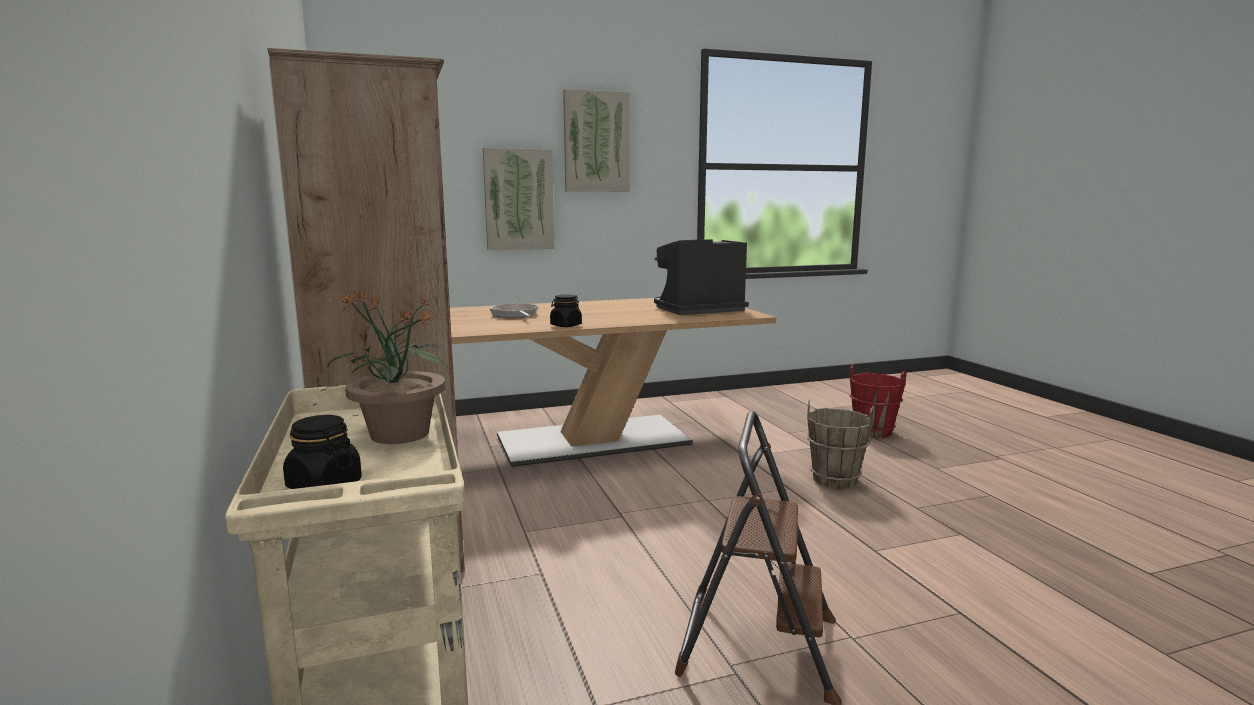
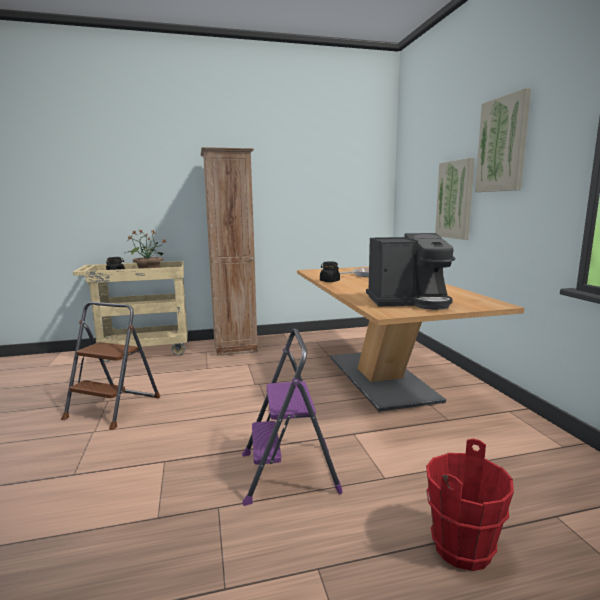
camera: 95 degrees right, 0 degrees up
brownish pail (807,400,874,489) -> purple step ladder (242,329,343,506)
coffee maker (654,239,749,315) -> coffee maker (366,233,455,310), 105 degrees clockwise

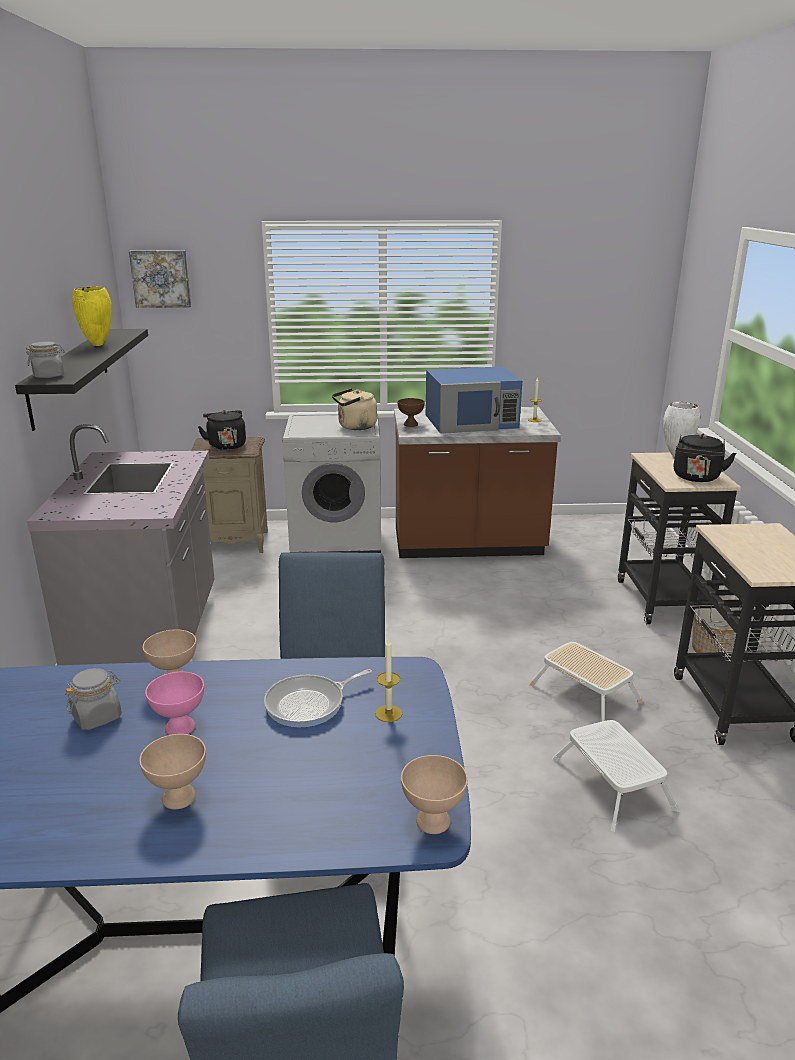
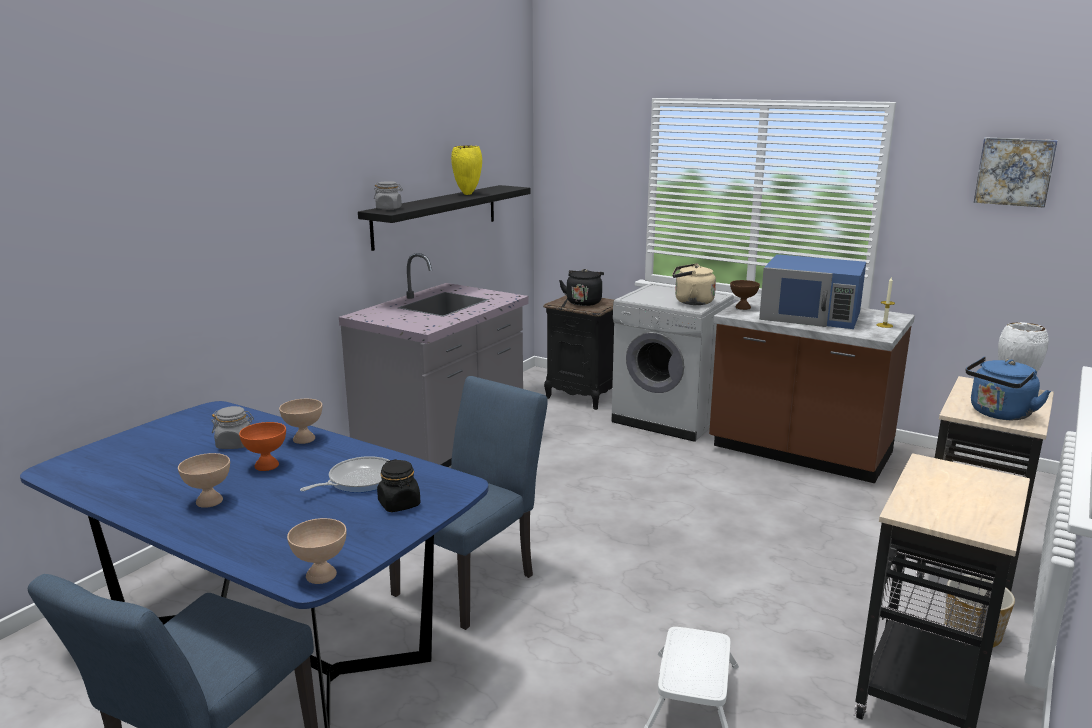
camera: 35 degrees right, 5 degrees down
beige-coloured step ladder (529,642,643,722) -> none
wall art (129,250,191,308) -> wall art (974,137,1058,208), shifted
wax candle (375,638,402,722) -> blackish jar (377,459,420,512)
pinkish bowl (145,671,204,735) -> orange bowl (239,422,286,471)
beige-coloured nightstand (191,437,268,553) -> blackish nightstand (543,295,614,410)
blackish kettle (674,434,737,482) -> bluish kettle (966,357,1051,420)
pan (264,669,372,728) -> pan (300,456,390,493), 135 degrees clockwise

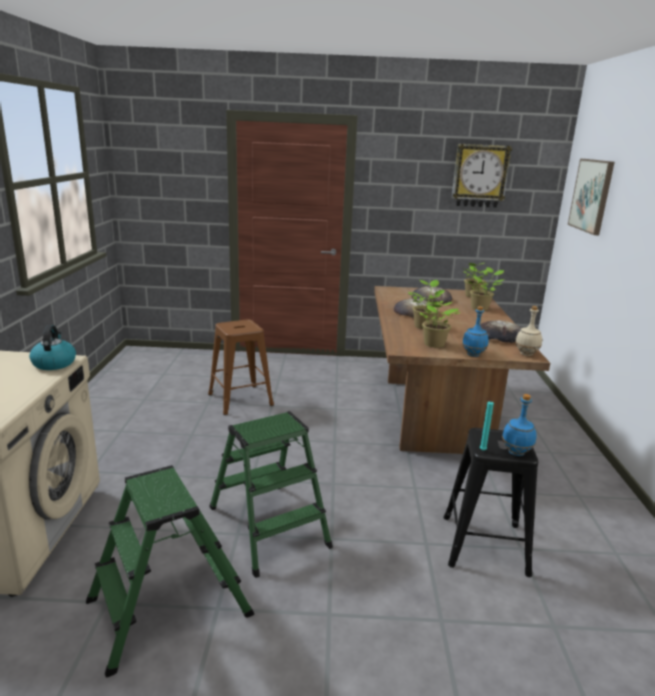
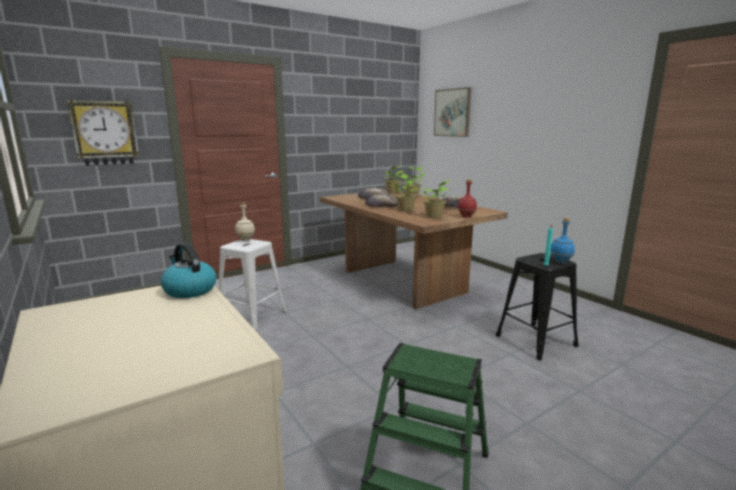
camera: 35 degrees left, 5 degrees down
green step ladder (209,411,333,578) -> none
clock on the wall (452,144,512,208) -> clock on the wall (67,100,139,166), shifted
beige-coloured drink bottle (515,306,542,356) -> beige-coloured drink bottle (235,203,255,241), shifted
brownish stool (208,319,274,415) -> whitish stool (219,239,287,331)
bluish drink bottle (462,306,489,357) -> red drink bottle (458,180,477,218)

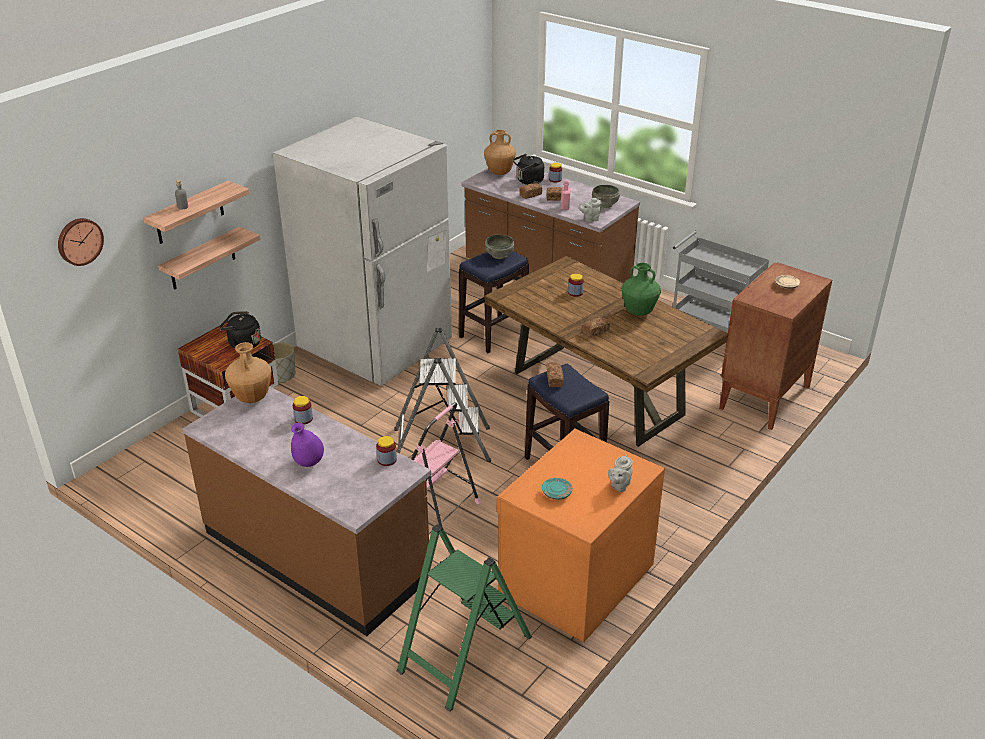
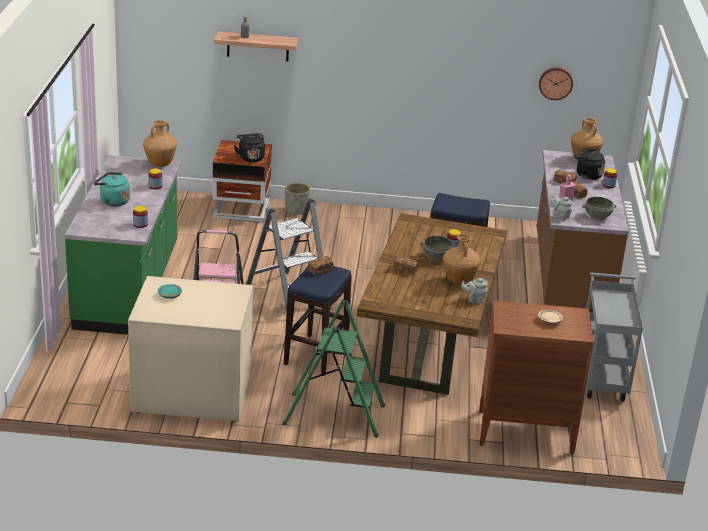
camera: 55 degrees right, 5 degrees down
wall shelf (158,227,260,290) -> none
whitish fridge (273,116,452,385) -> none
clock on the wall (58,218,104,266) -> clock on the wall (539,67,573,100), shifted
green step ladder (397,524,532,712) -> green step ladder (282,299,385,437), shifted
greyish bowl (485,234,514,259) -> greyish bowl (420,236,454,261), shifted
greyish tea pot (608,455,633,492) -> greyish tea pot (461,278,488,303), shifted
purple flower vase (291,423,324,467) -> blue-green kettle (94,172,130,207)
brownish kitchen base unit (183,386,431,636) -> green kitchen base unit (65,155,181,335)
orange laundry appliance (496,429,665,642) -> beige-coloured laundry appliance (128,276,253,422)
green flower vase (622,263,661,316) -> brownish flower vase (443,234,481,285)

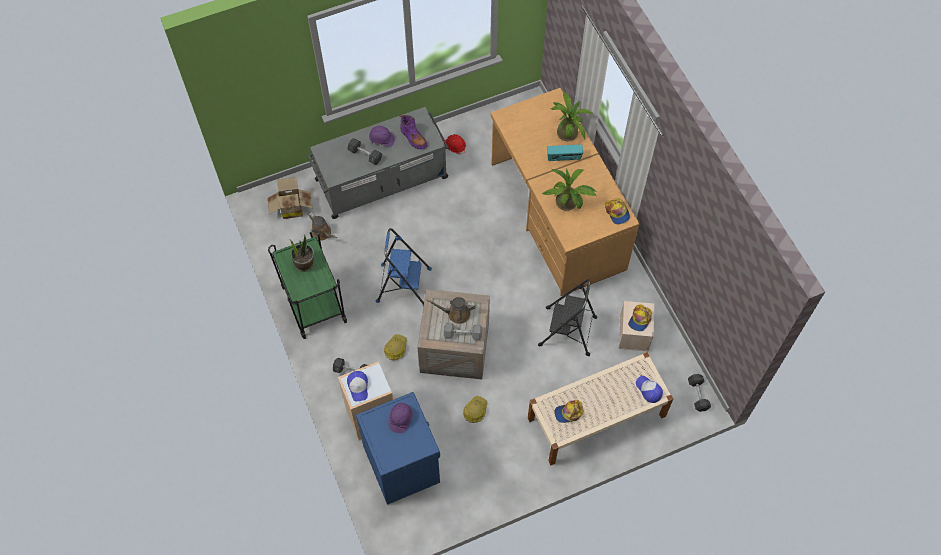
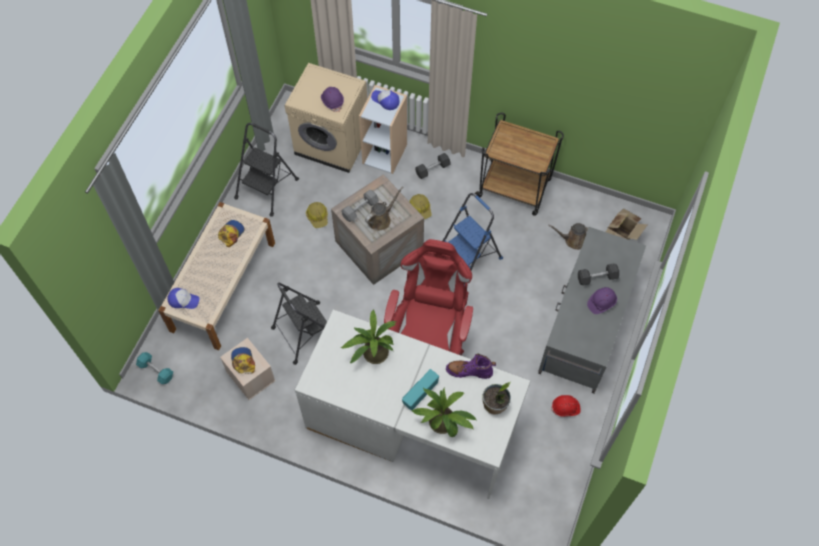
camera: 135 degrees right, 0 degrees up
baseball cap (605,198,630,224) -> none
none -> blackish step ladder (234,123,299,217)
none -> red office chair (384,239,473,355)
houseplant (289,234,314,272) -> houseplant (482,382,511,415), shifted
purple tall boot (400,114,427,150) -> purple tall boot (446,353,496,379), shifted
green cart (268,230,347,339) -> brownish cart (475,113,564,216)
bluish laundry appliance (356,392,440,505) -> beige-coloured laundry appliance (285,63,367,173)
brownish desk (490,88,639,296) -> whitish desk (295,309,531,499)
greyish hand weight (688,374,711,412) -> blue-green hand weight (136,352,173,384)

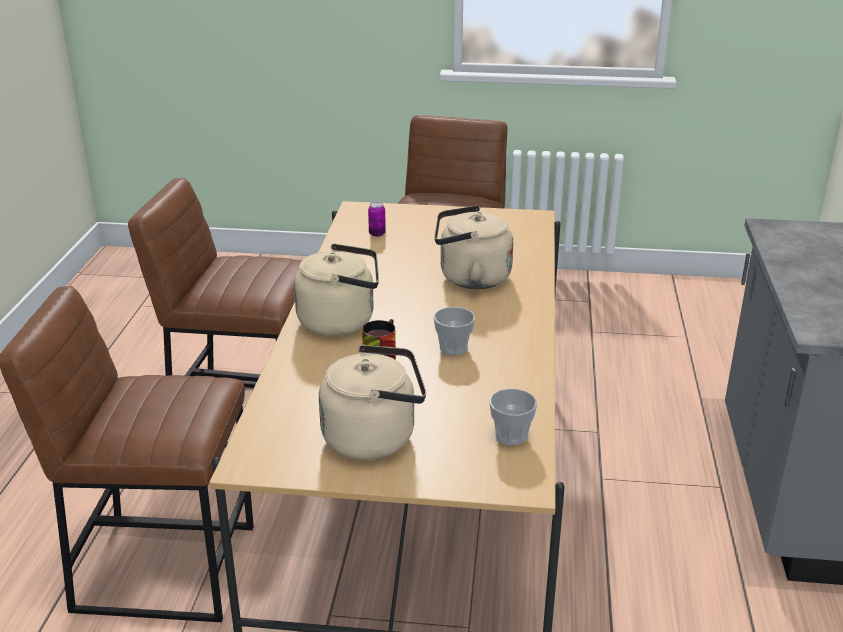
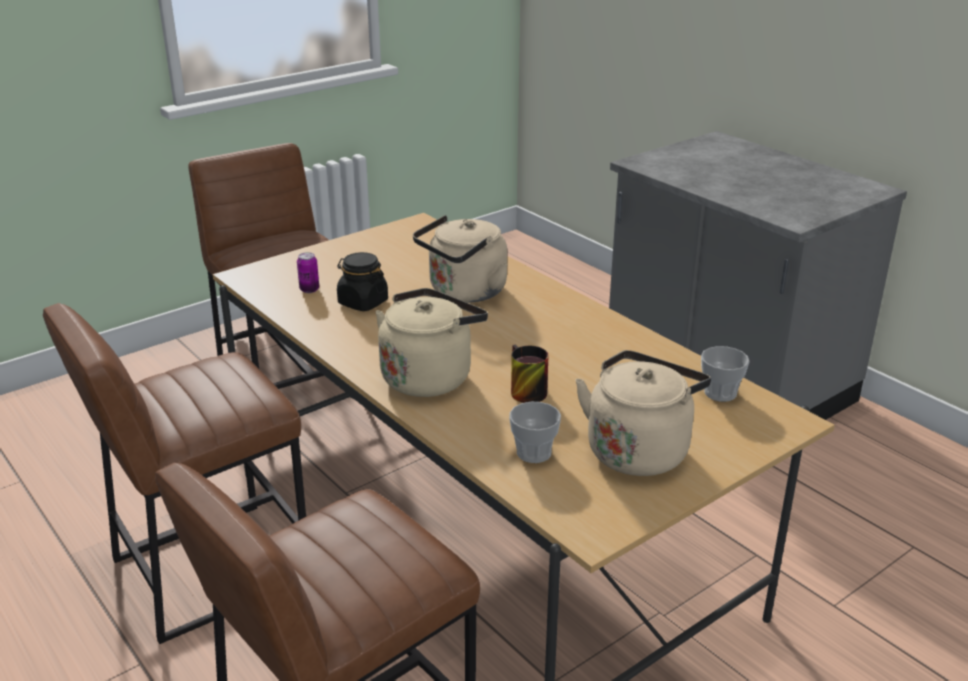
camera: 45 degrees left, 0 degrees up
none -> blackish jar (337,252,388,311)
cup (434,307,475,355) -> cup (509,402,561,463), shifted

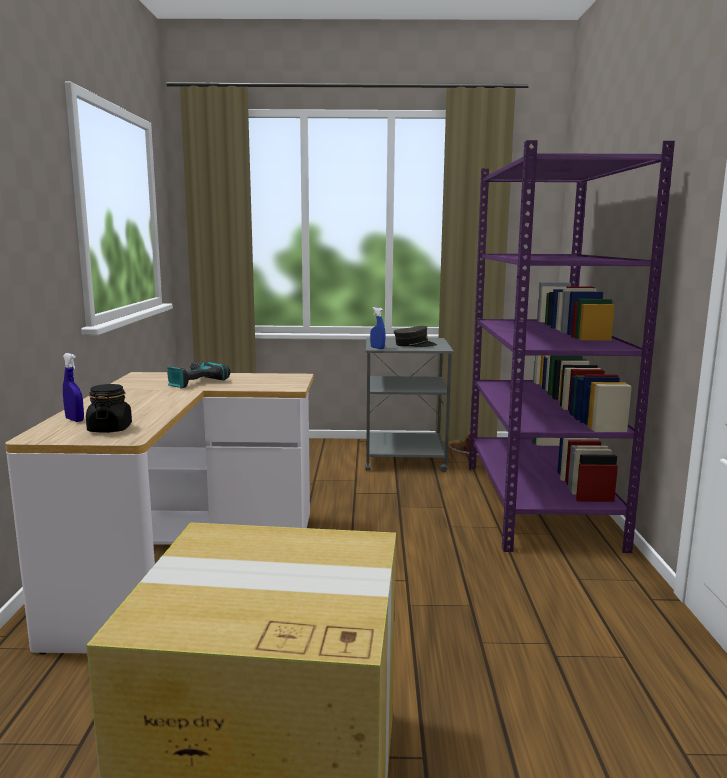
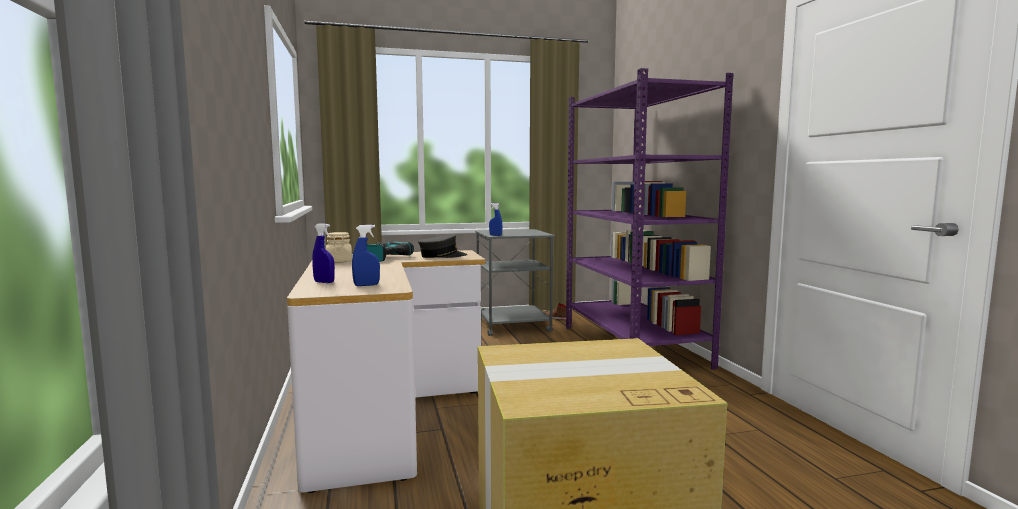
camera: 15 degrees left, 5 degrees down
none -> beige-coloured jar (326,232,352,263)
greyish baseball cap (394,326,437,347) -> greyish baseball cap (418,234,468,258), shifted
blackish jar (86,384,132,433) -> bluish spray bottle (352,225,380,286)

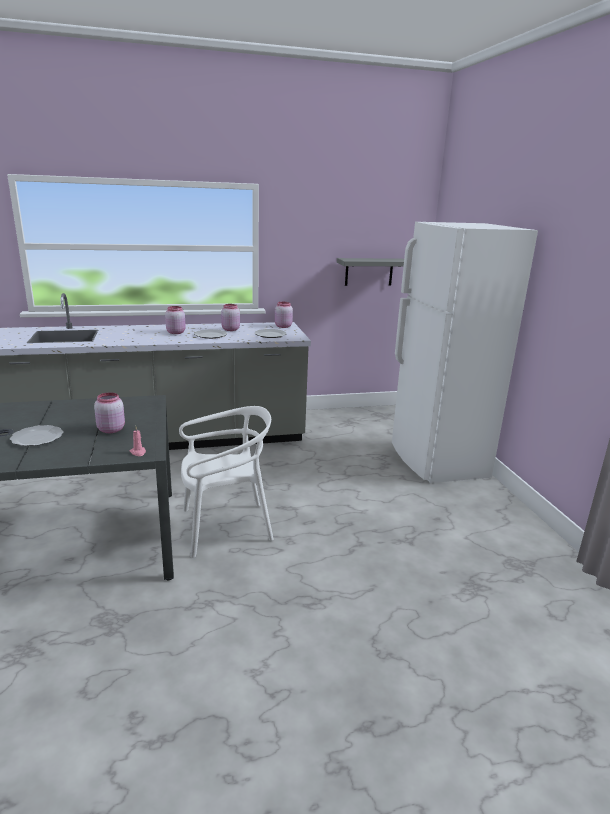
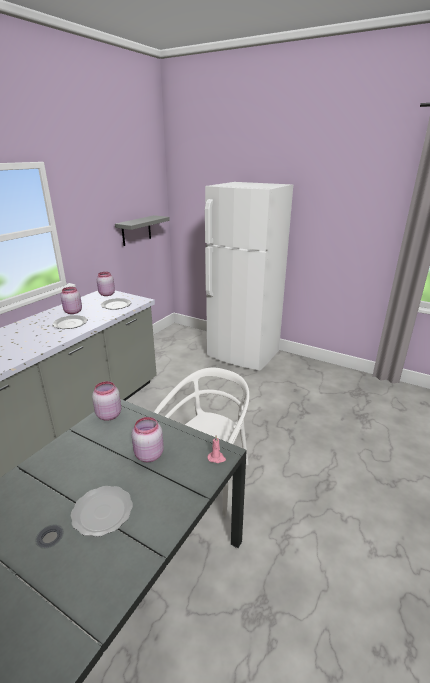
camera: 45 degrees left, 5 degrees up
pinkish jar (165,306,186,334) -> pinkish jar (92,381,121,421), shifted

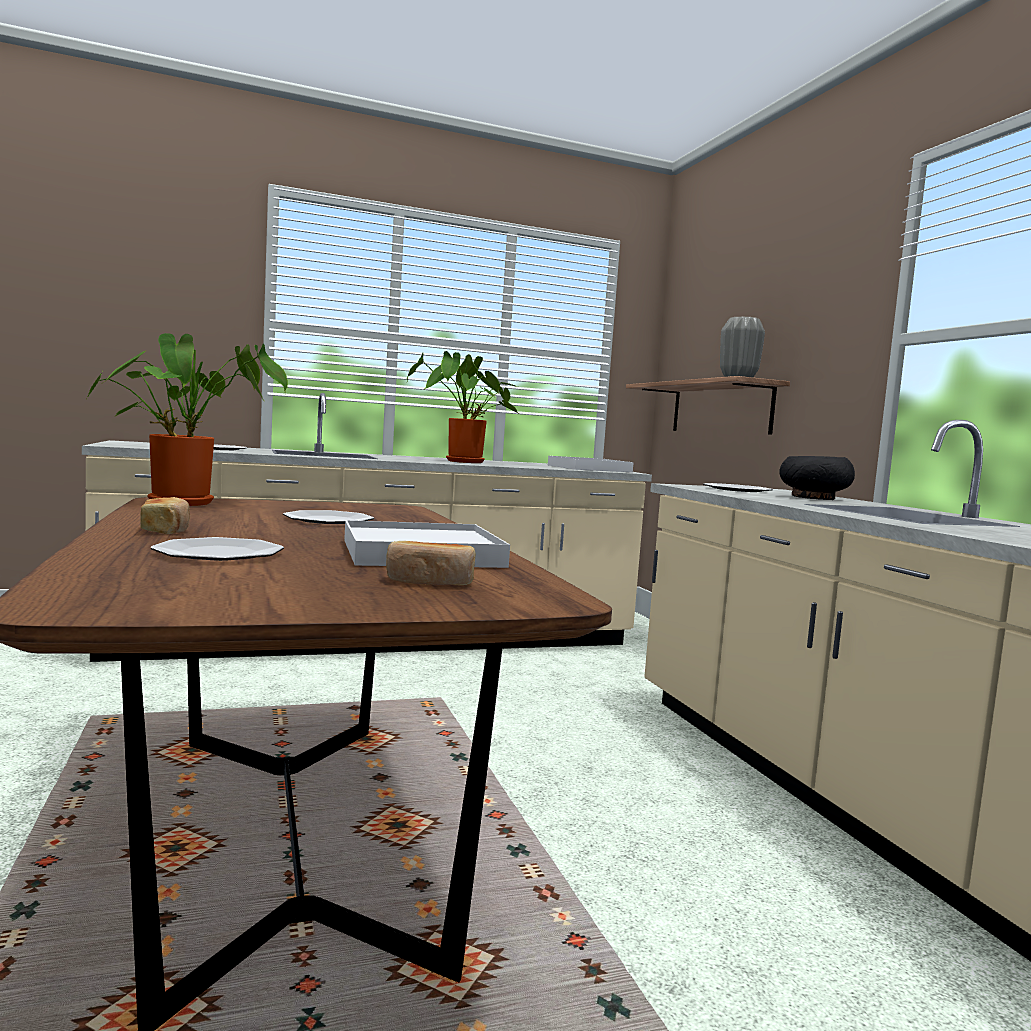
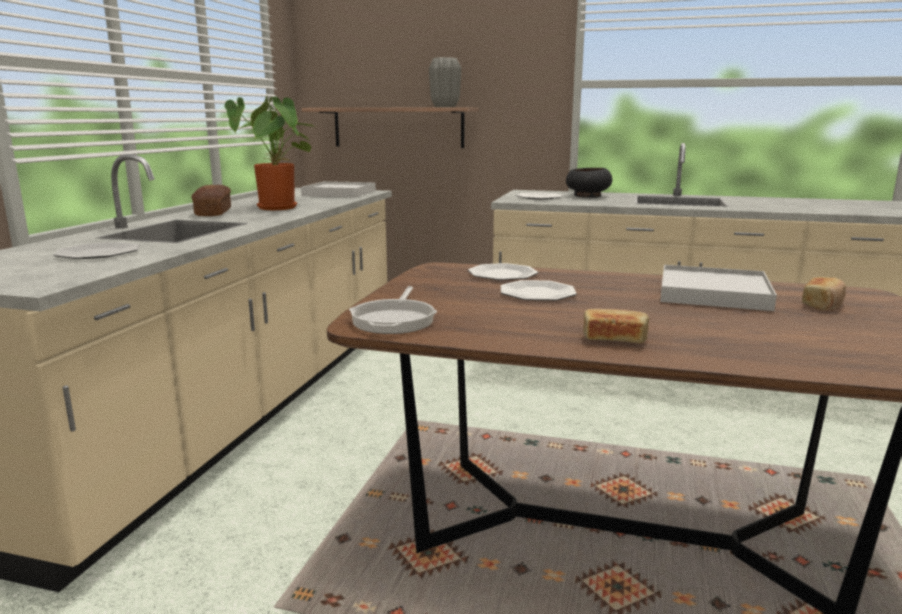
camera: 55 degrees left, 10 degrees up
none -> bread (191,185,231,216)
plate (151,537,284,561) -> plate (468,263,538,280), shifted
houseplant (87,333,288,506) -> pan (349,286,437,334)

